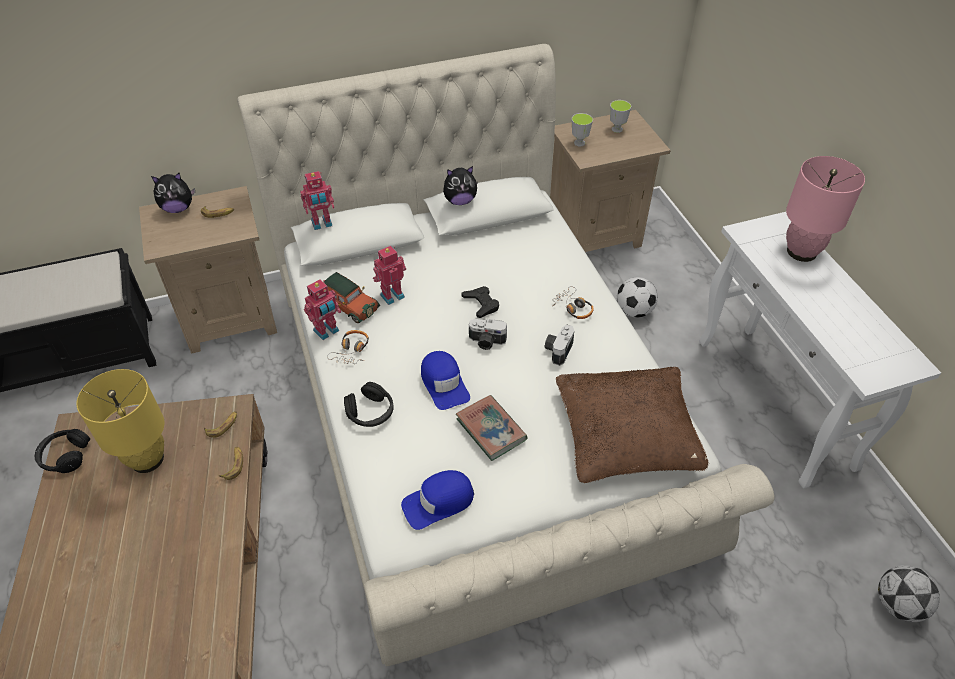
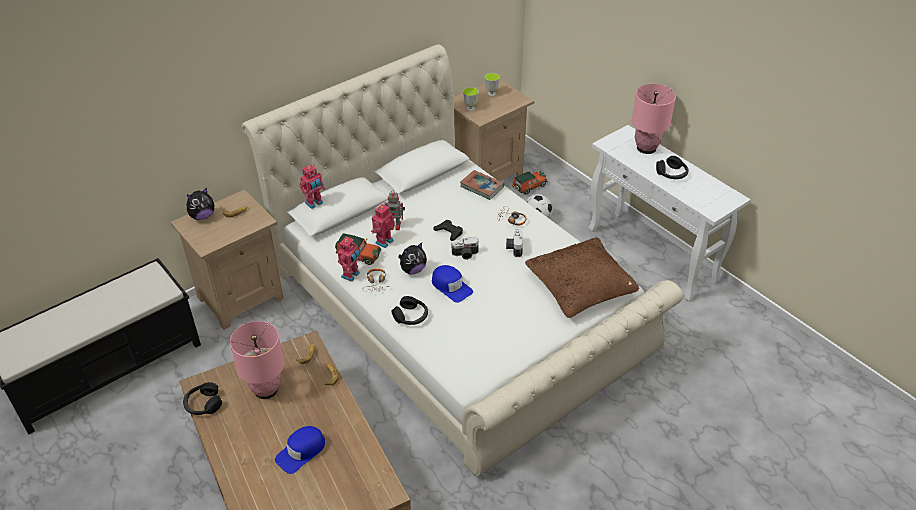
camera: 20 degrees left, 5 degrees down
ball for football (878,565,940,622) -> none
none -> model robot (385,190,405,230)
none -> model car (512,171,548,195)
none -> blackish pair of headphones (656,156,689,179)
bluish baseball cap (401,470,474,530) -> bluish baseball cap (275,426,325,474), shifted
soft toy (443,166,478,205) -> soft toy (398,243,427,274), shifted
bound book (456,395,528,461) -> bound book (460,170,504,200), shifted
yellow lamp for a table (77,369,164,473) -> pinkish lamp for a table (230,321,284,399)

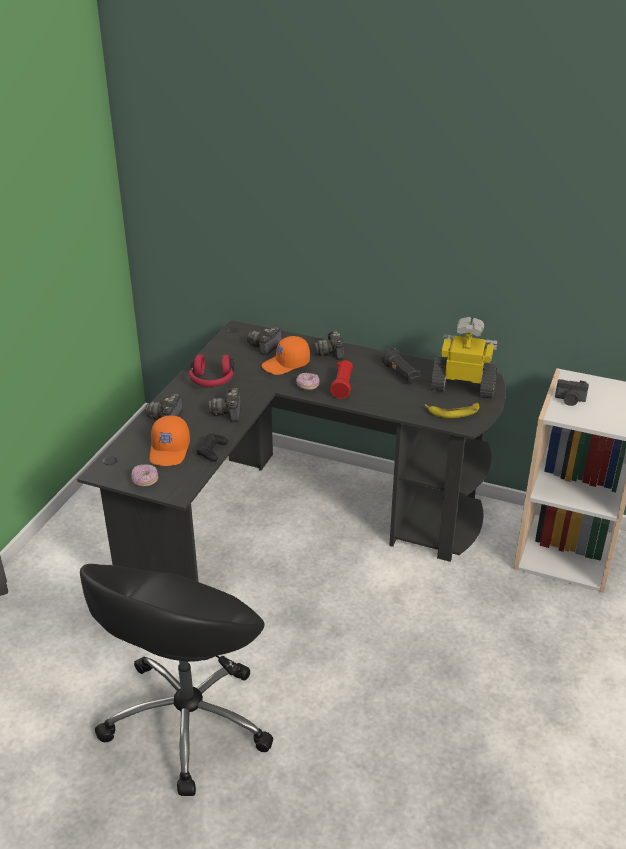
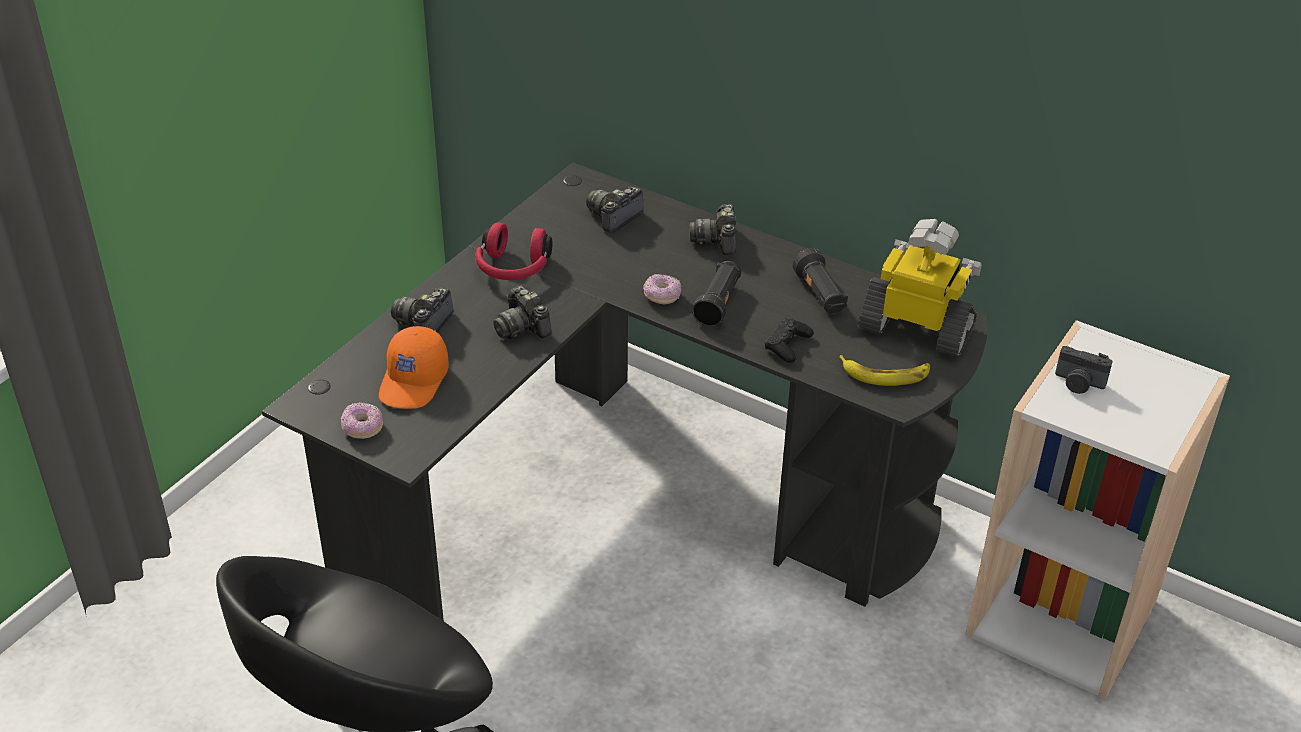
camera: 10 degrees right, 5 degrees up
orange baseball cap (261,336,310,375) -> none
blackish game controller (196,433,228,462) -> blackish game controller (765,318,814,363), shifted
red torch (330,360,353,399) -> blackish torch (692,261,741,326)
still camera (208,388,241,422) -> still camera (493,286,552,339), 45 degrees counterclockwise

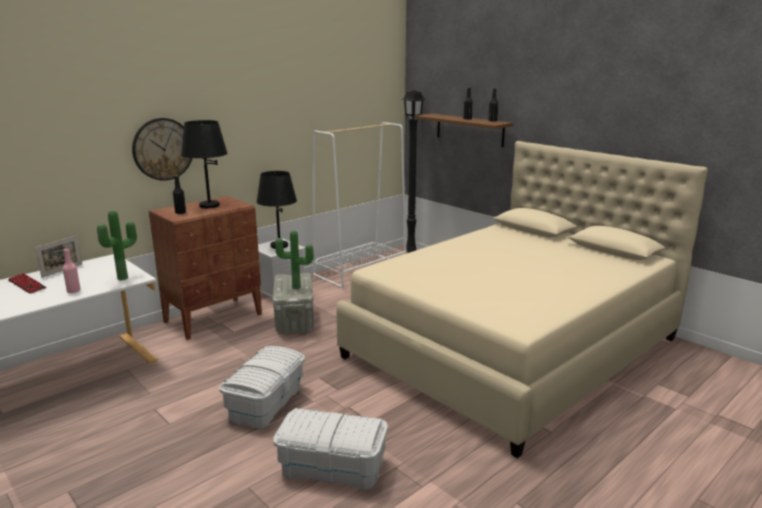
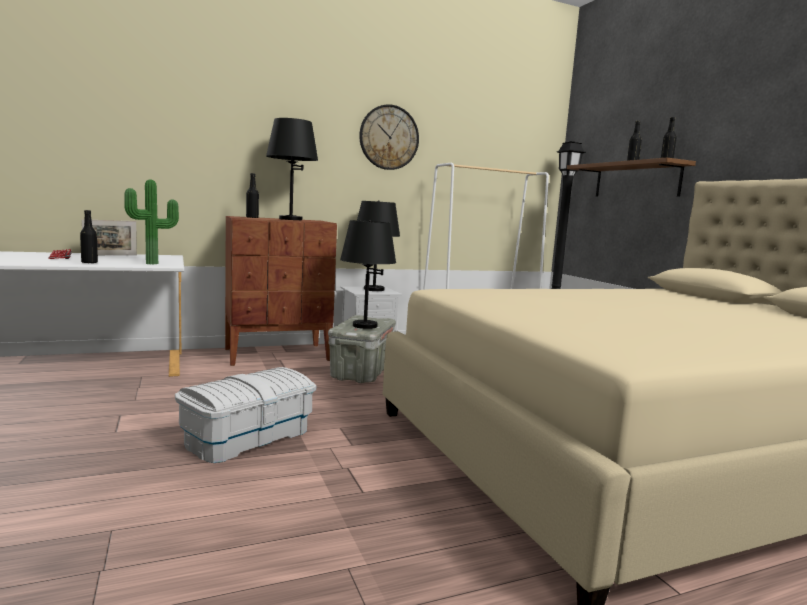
camera: 20 degrees right, 10 degrees down
whitish storage box (273,408,388,490) -> none
clock on the wall (132,118,192,181) -> clock on the wall (359,104,419,170), shifted
houseplant (275,231,314,289) -> blackish lamp for a table (340,220,396,329)
pinkish drink bottle (63,248,81,293) -> blackish drink bottle (80,210,98,263)

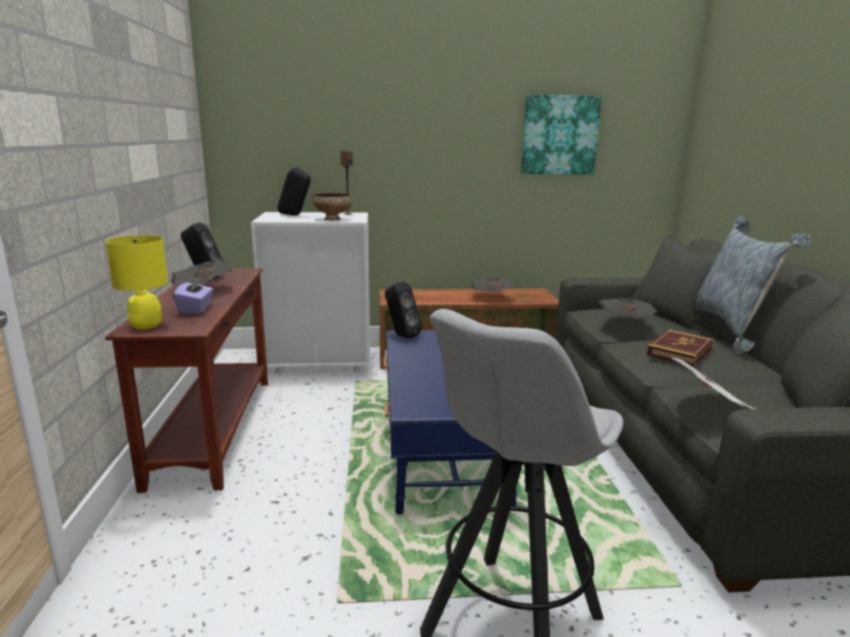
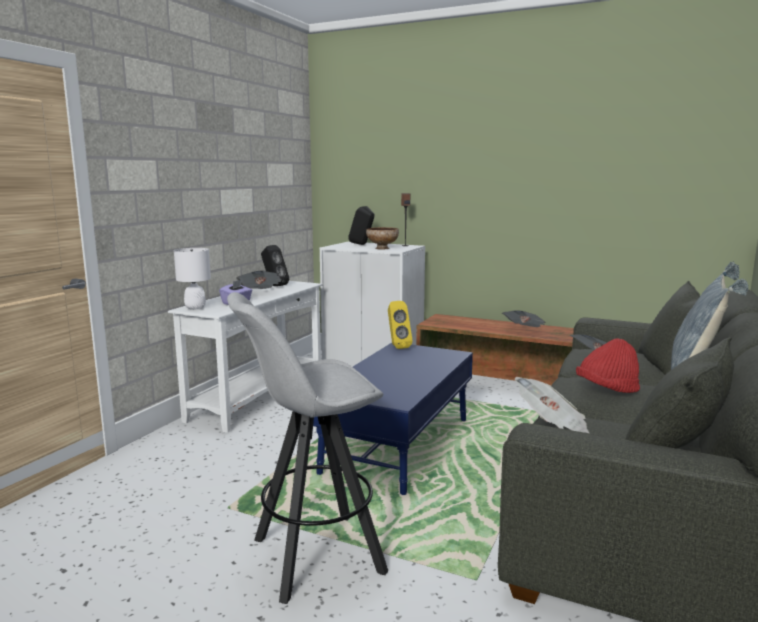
camera: 30 degrees right, 5 degrees down
wall art (521,94,602,175) -> none
bound book (647,330,714,367) -> red clothing hat (576,338,640,393)
yellow lamp for a table (105,235,168,329) -> whitish lamp for a table (174,248,211,310)
brownish console table (105,268,268,493) -> whitish console table (168,281,322,433)
blackish audio speaker (385,281,422,339) -> yellow audio speaker (388,301,413,349)

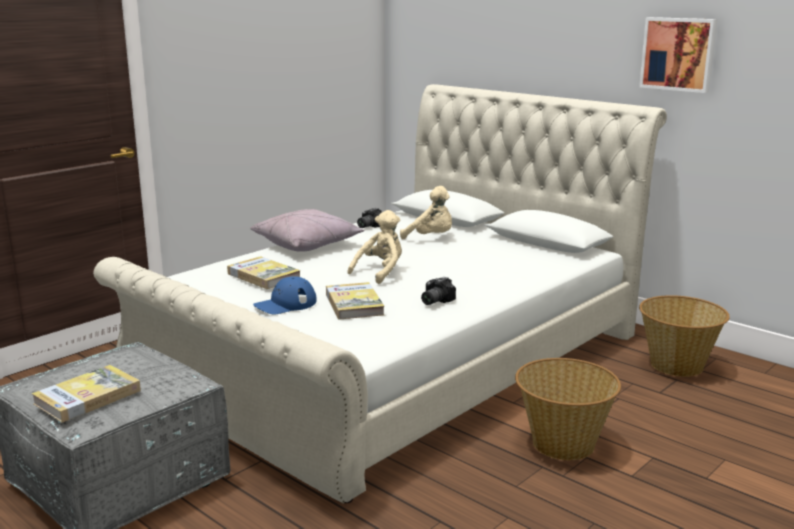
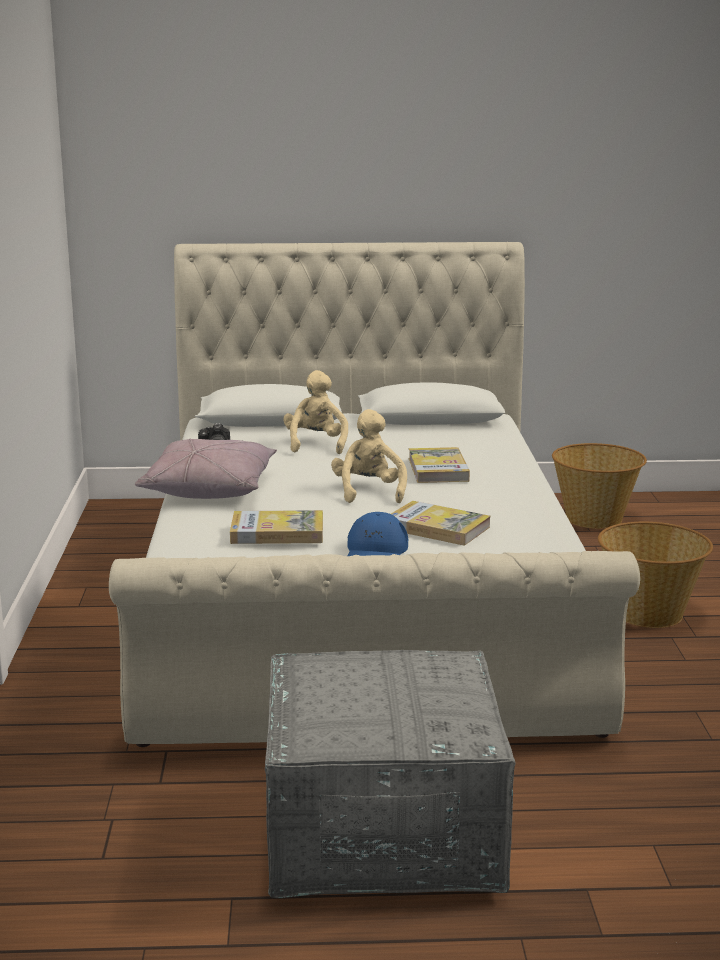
camera: 45 degrees left, 0 degrees up
still camera (421,277,456,305) -> none
wall art (639,17,717,93) -> none
bound book (32,365,141,423) -> bound book (408,447,470,483), shifted
beige-coloured soft toy (400,186,452,239) -> beige-coloured soft toy (283,370,348,454), 75 degrees counterclockwise

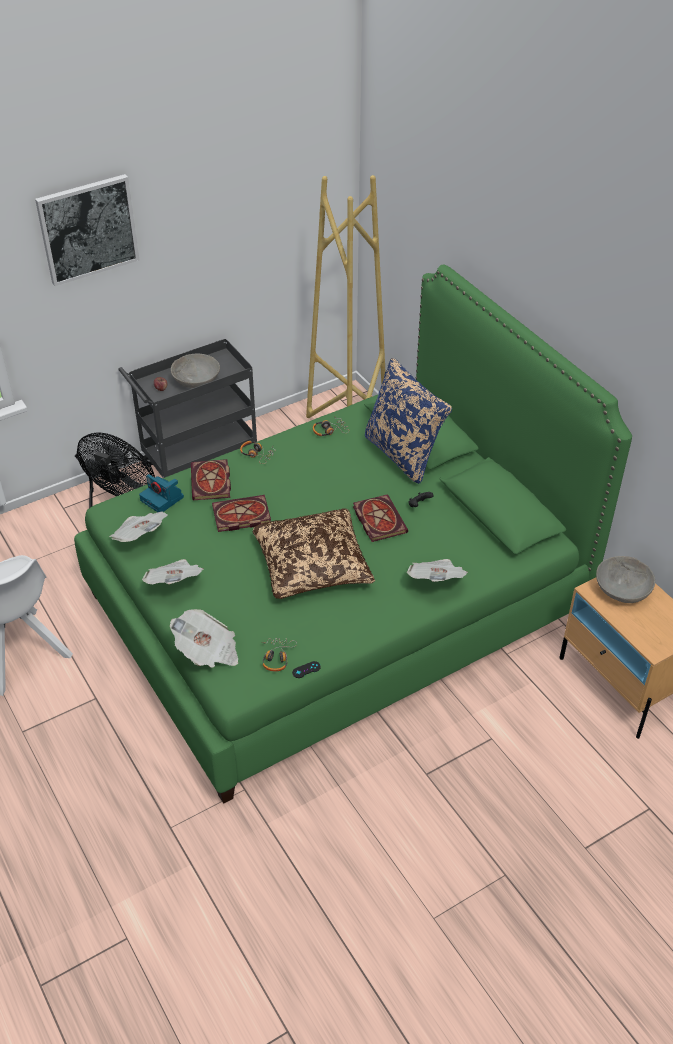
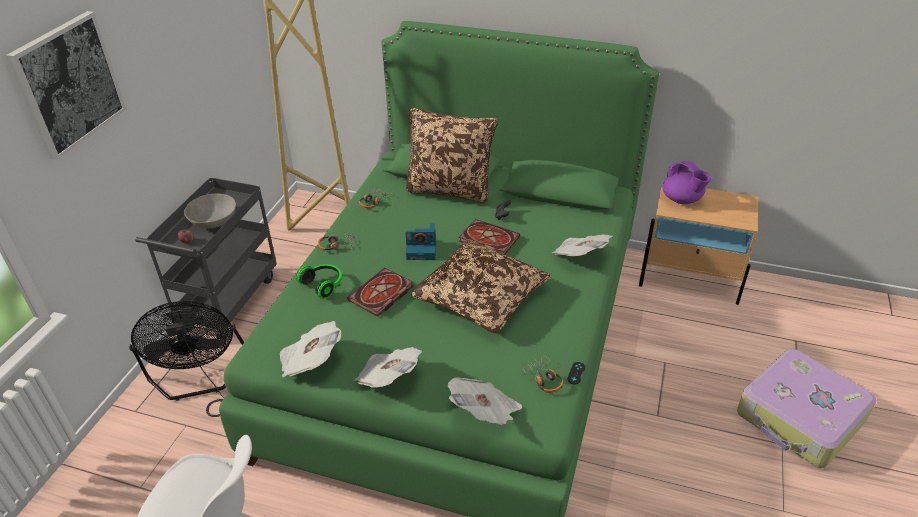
camera: 40 degrees left, 5 degrees down
none -> travel case (737,349,877,468)
still camera (139,474,184,512) -> still camera (406,223,436,260), shifted
bound book (191,459,231,500) -> pair of headphones (296,264,342,299)
greyish bowl (596,556,655,603) -> purple tea pot (662,161,712,204)
bluish cushion (365,357,452,484) -> brownish cushion (406,107,498,203)

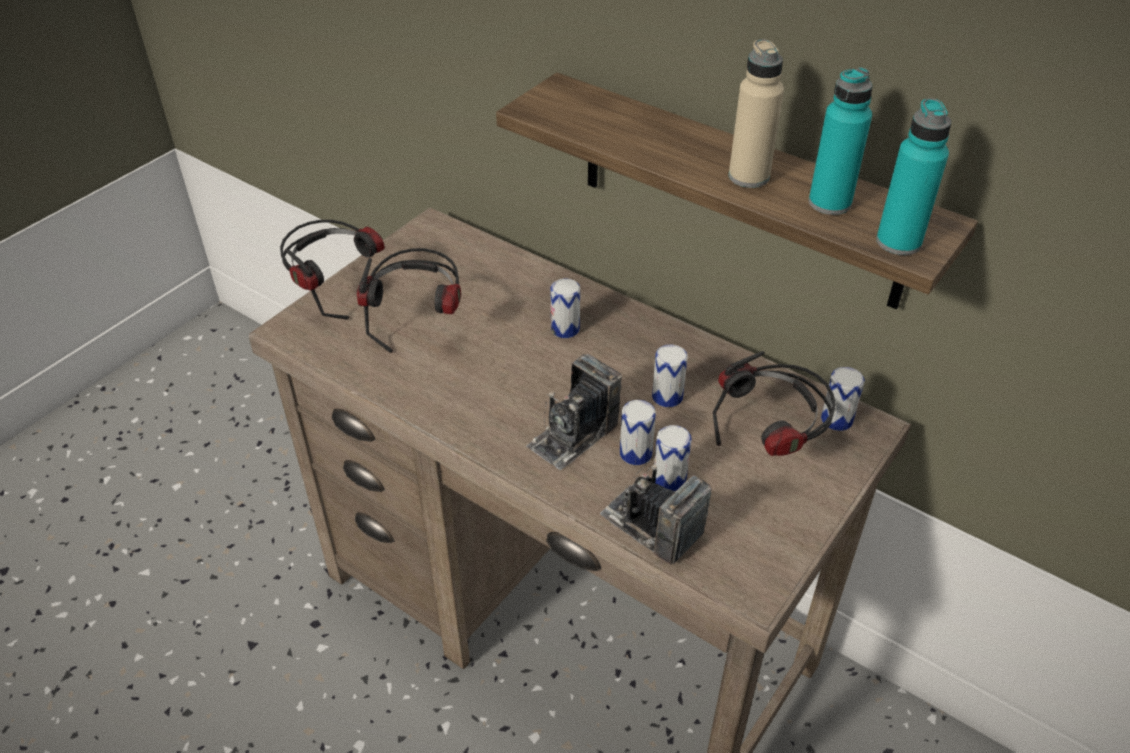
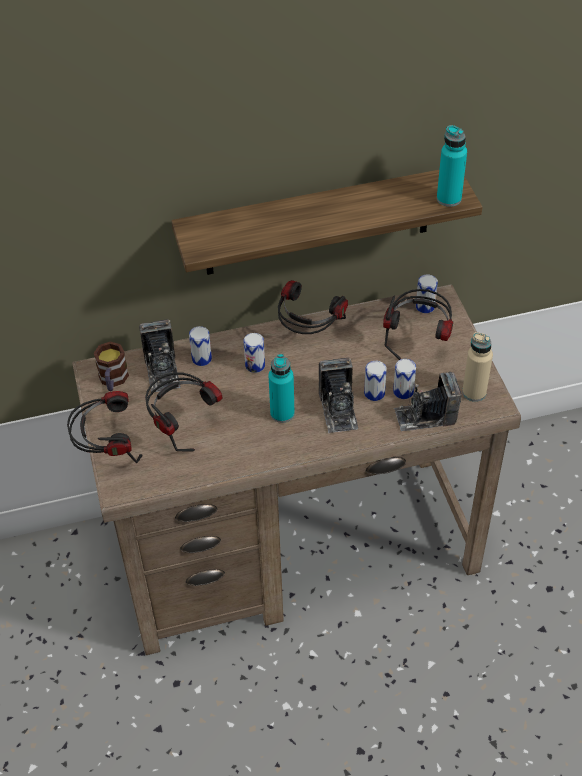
camera: 50 degrees left, 5 degrees up
none -> coffee mug (94,342,129,391)
none -> still camera (139,319,181,392)
none -> pair of headphones (278,280,348,334)
can (652,344,688,407) -> can (189,326,212,366), shifted
beige-coloured drink bottle (729,39,784,188) -> beige-coloured drink bottle (462,332,493,402), shifted
blue-green drink bottle (809,67,873,215) -> blue-green drink bottle (268,354,295,423), shifted

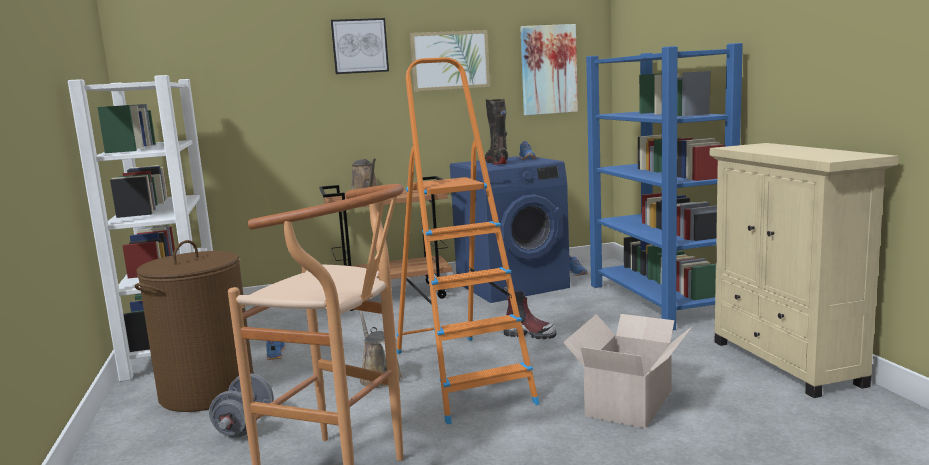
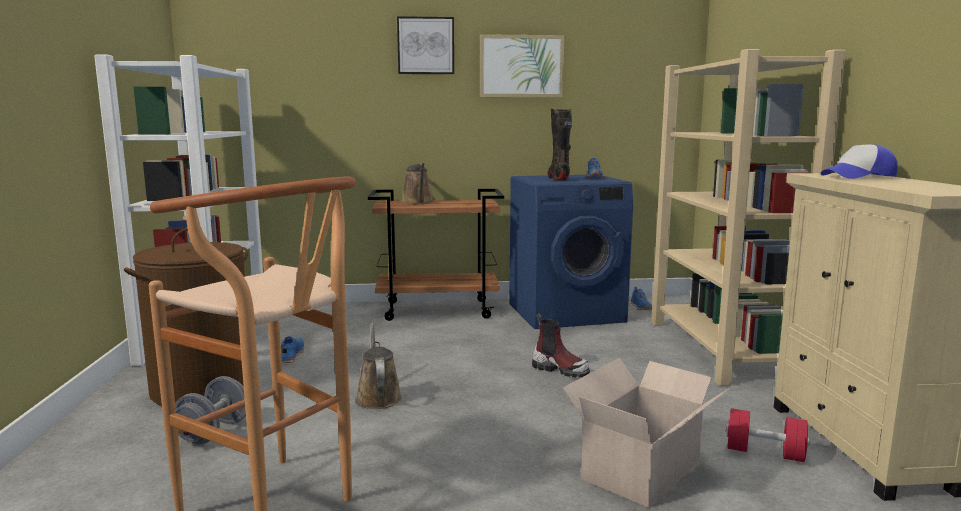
camera: 10 degrees right, 0 degrees up
orange step ladder (397,57,540,424) -> none
wall art (520,24,578,115) -> none
none -> red hand weight (726,408,810,462)
none -> baseball cap (820,144,898,179)
bluish bookcase (586,43,743,330) -> beige-coloured bookcase (651,49,846,386)

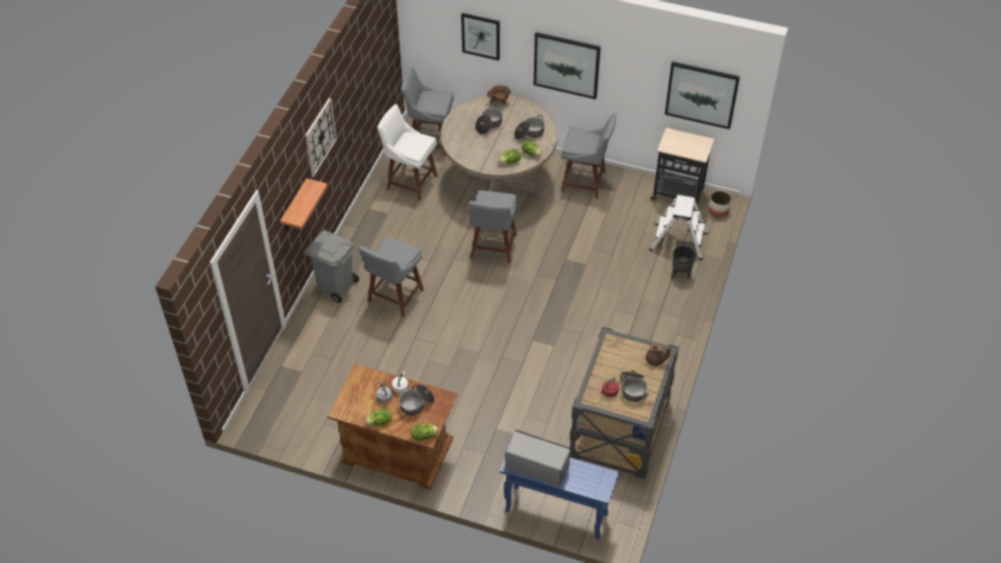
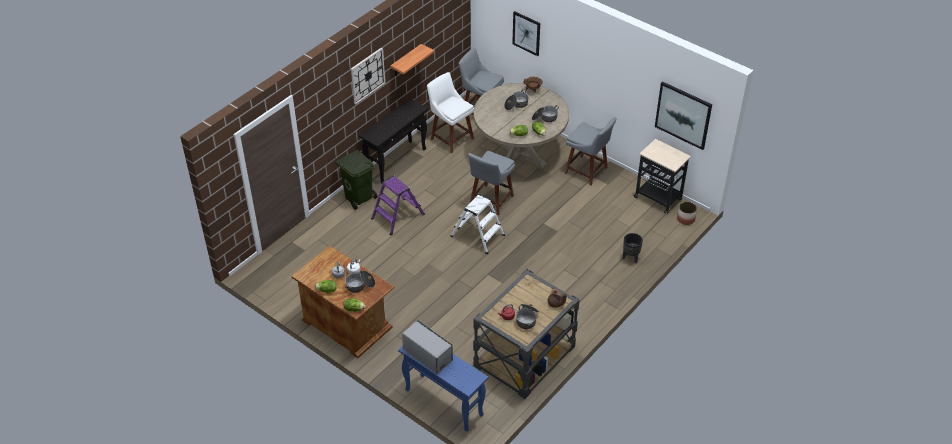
camera: 20 degrees right, 5 degrees down
wall art (534,32,601,99) -> none
none -> blackish console table (359,98,428,184)
wall shelf (280,178,327,230) -> wall shelf (390,44,434,76), shifted
whitish step ladder (649,194,708,260) -> whitish step ladder (450,194,505,254), shifted
greyish stool (359,237,424,317) -> purple step ladder (371,175,425,236)
greyish rubbish bin (304,230,359,303) -> green rubbish bin (335,150,378,210)

